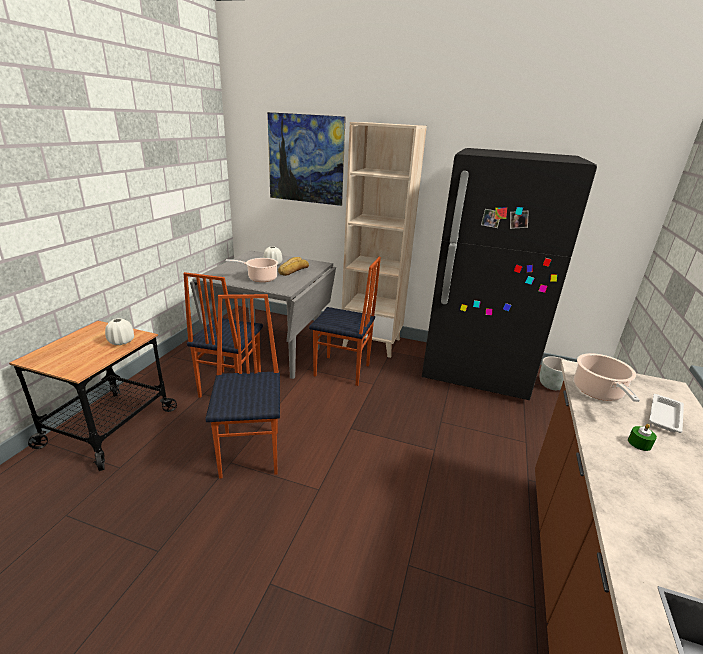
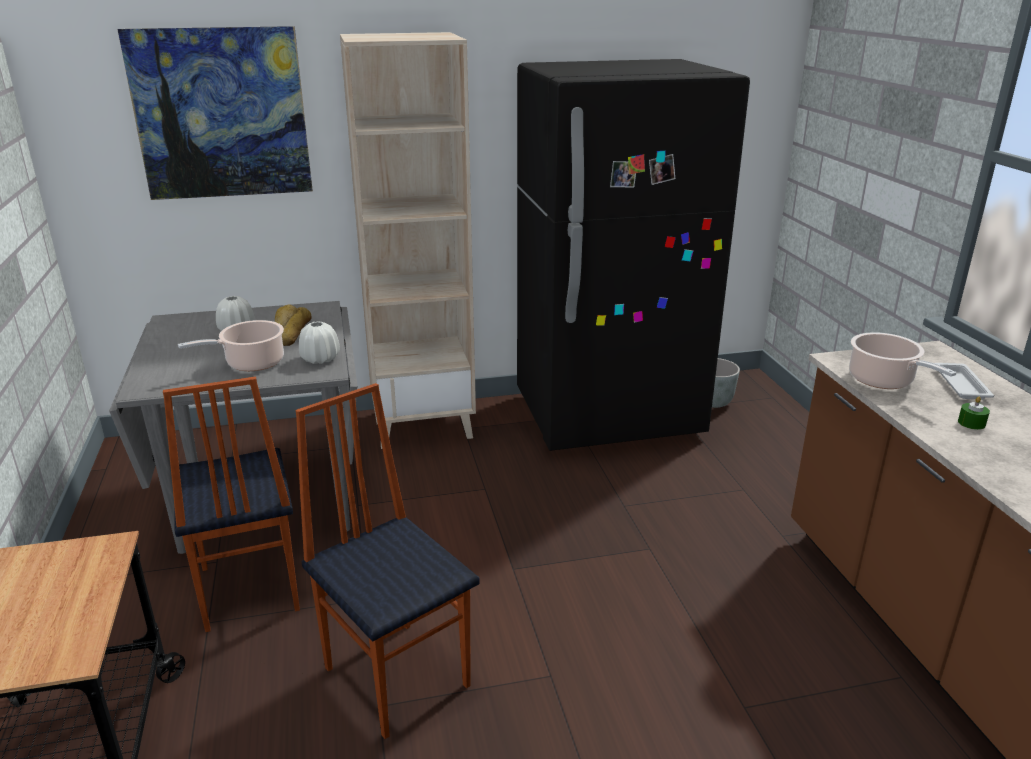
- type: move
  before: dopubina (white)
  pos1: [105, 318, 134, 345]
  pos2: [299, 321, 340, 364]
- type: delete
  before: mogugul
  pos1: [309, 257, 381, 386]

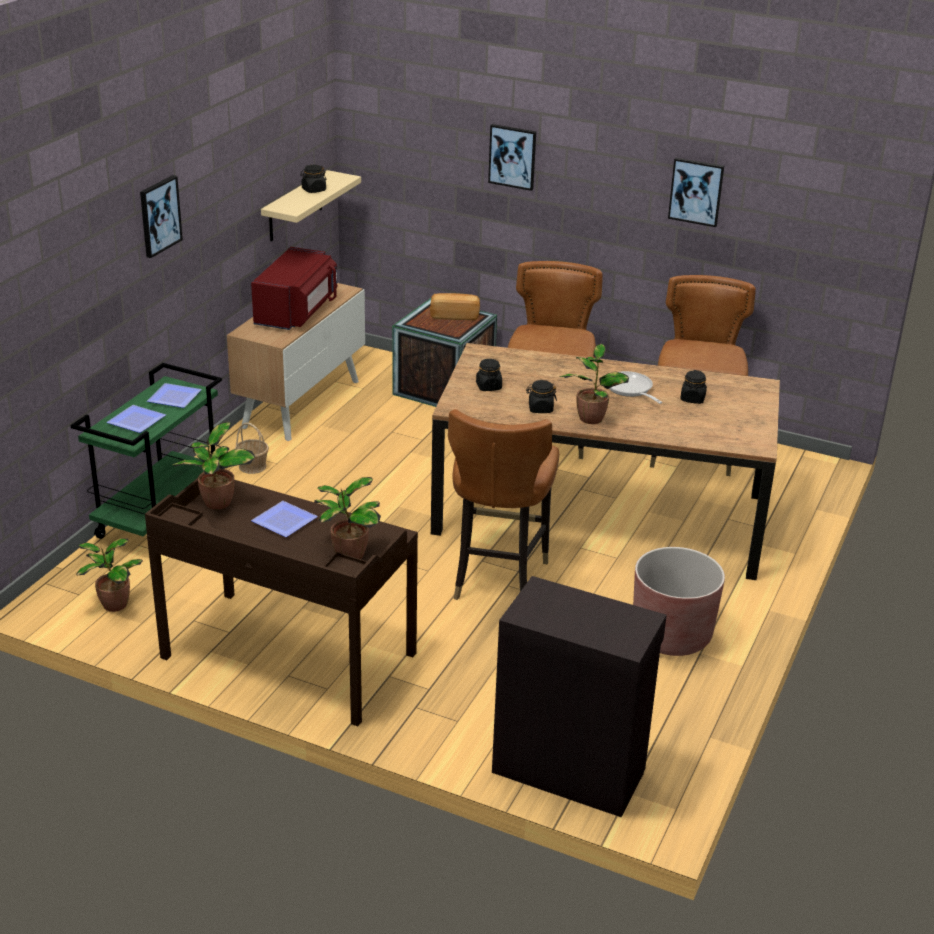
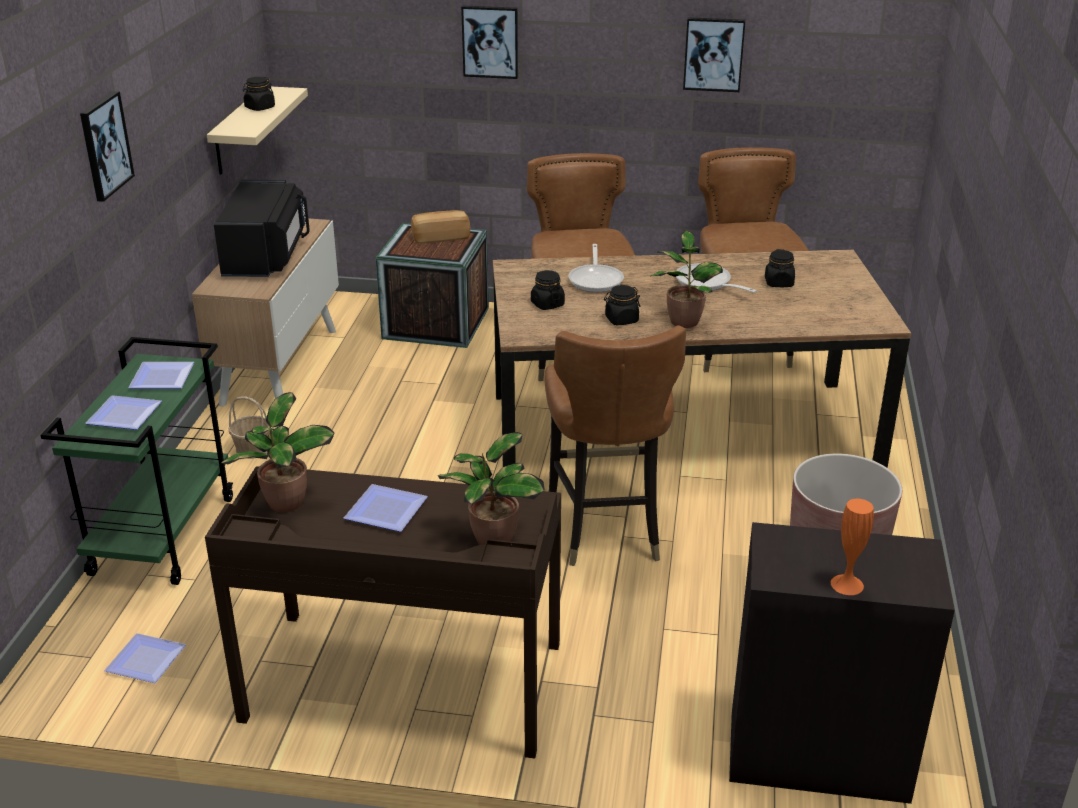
- type: replace
  before: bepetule
  after: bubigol
  pos1: [76, 538, 143, 612]
  pos2: [104, 633, 186, 683]
- type: recolor
  before: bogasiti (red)
  after: bogasiti (black)
  pos1: [251, 247, 337, 330]
  pos2: [214, 180, 310, 277]
- type: insert
  after: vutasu
  pos2: [568, 244, 624, 292]
- type: insert
  after: dopubina (orange)
  pos2: [831, 499, 874, 595]

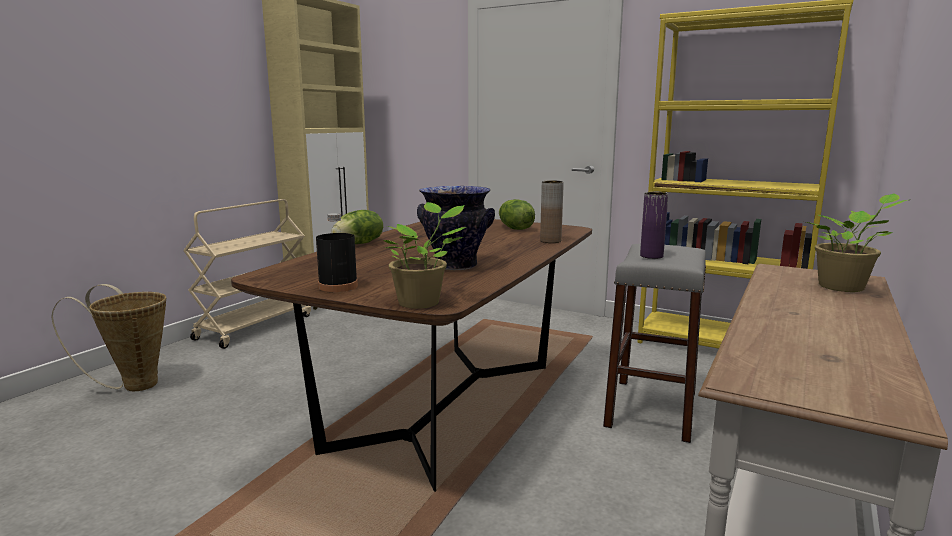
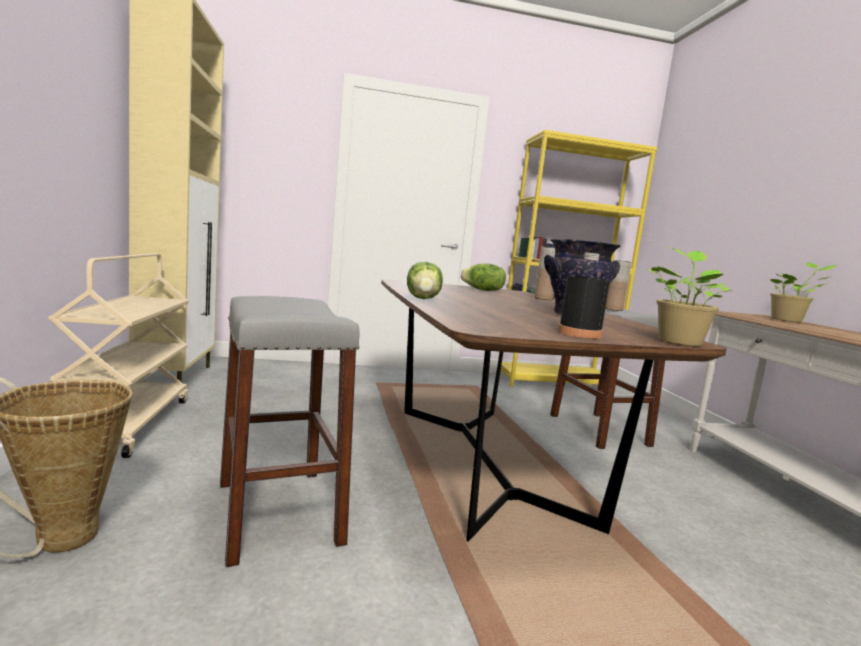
- type: recolor
  before: dopubina (purple)
  after: dopubina (brown)
  pos1: [640, 192, 668, 259]
  pos2: [605, 260, 631, 311]
- type: insert
  after: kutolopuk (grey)
  pos2: [220, 296, 359, 567]

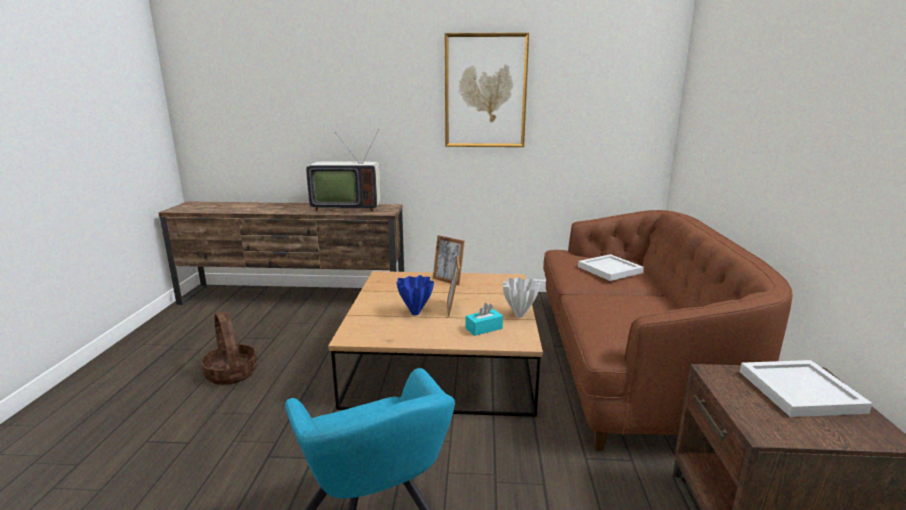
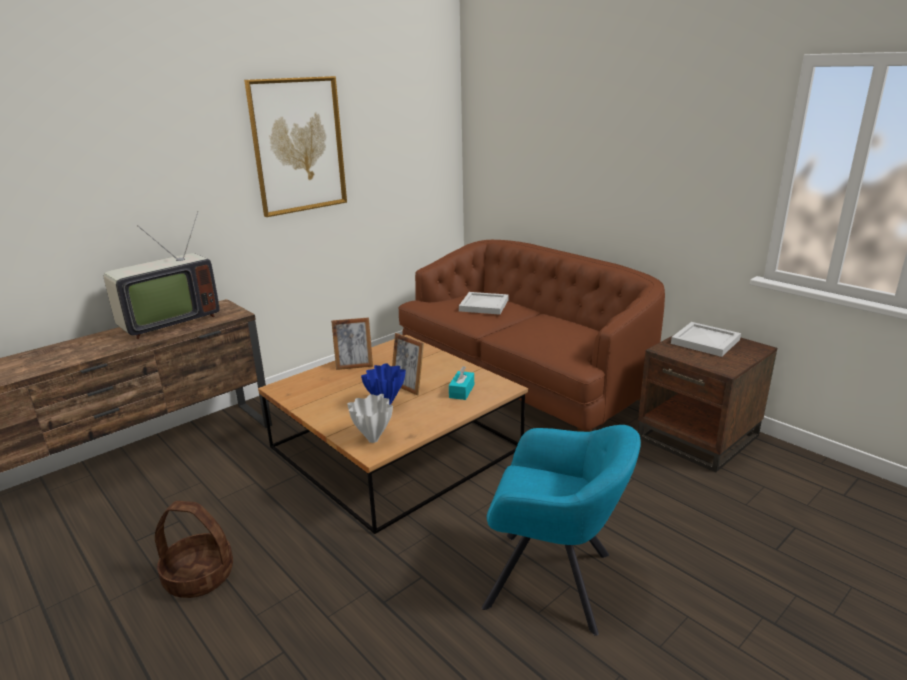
- type: move
  before: dopubina (white)
  pos1: [503, 277, 540, 318]
  pos2: [347, 394, 393, 443]

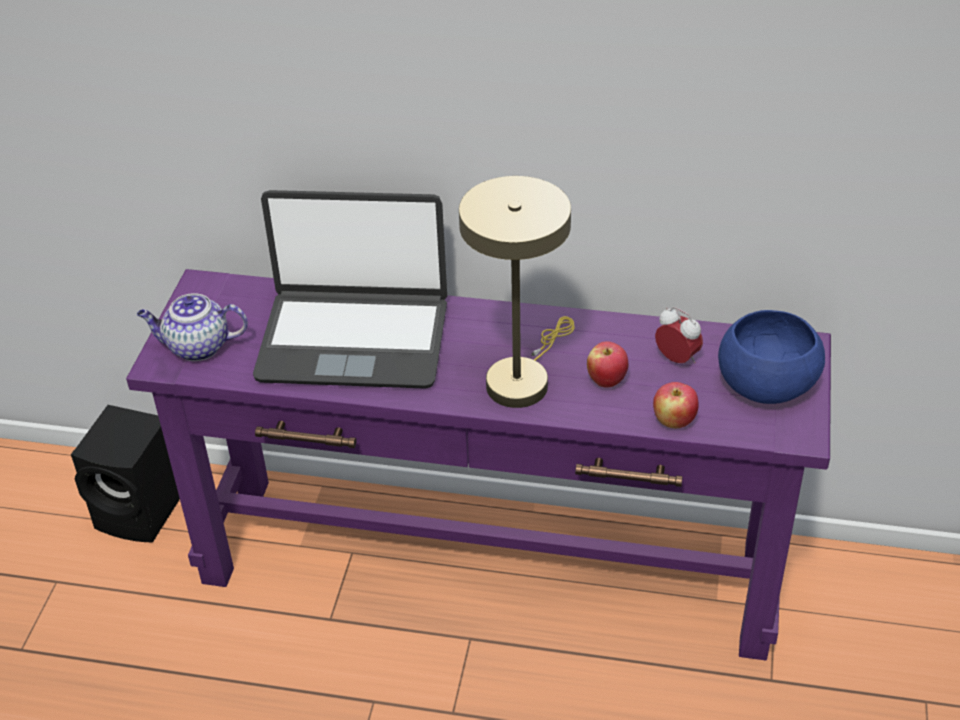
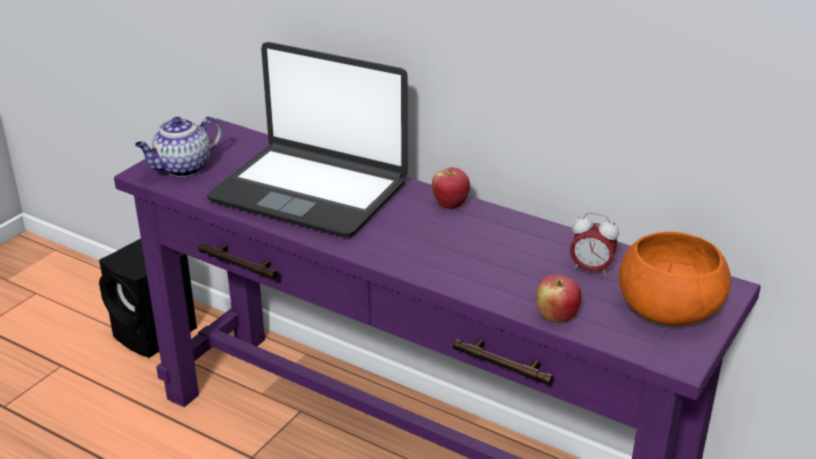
- type: rotate
  before: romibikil
  pos1: [137, 293, 248, 361]
  pos2: [135, 116, 222, 177]
  turn: -60
- type: delete
  before: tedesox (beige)
  pos1: [459, 176, 575, 408]
- type: move
  before: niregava
  pos1: [587, 342, 628, 388]
  pos2: [432, 167, 470, 209]
- type: rotate
  before: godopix
  pos1: [655, 307, 703, 363]
  pos2: [570, 212, 619, 277]
  turn: 135
- type: recolor
  before: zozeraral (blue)
  after: zozeraral (orange)
  pos1: [718, 310, 825, 404]
  pos2: [619, 232, 731, 325]

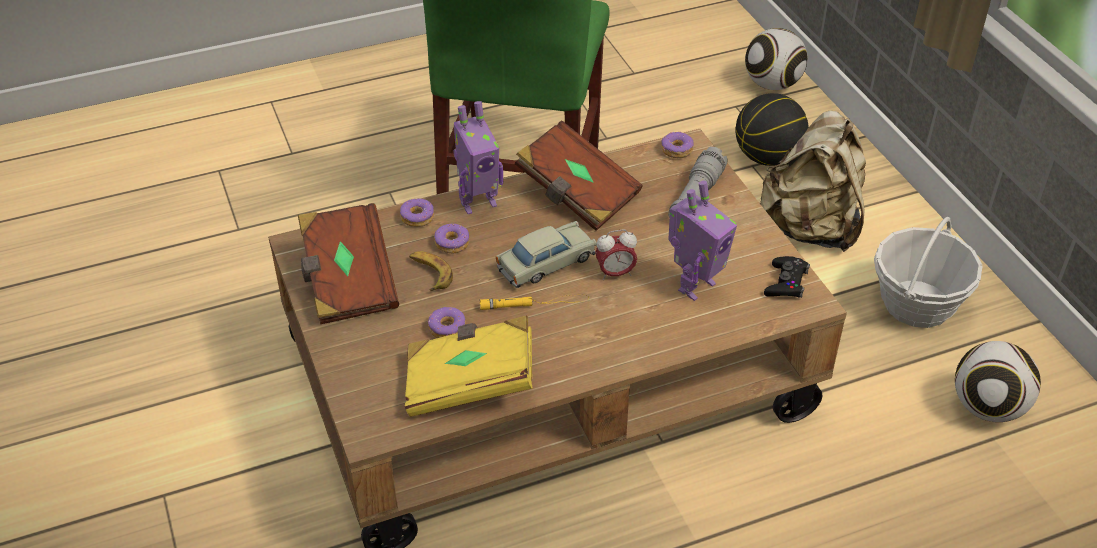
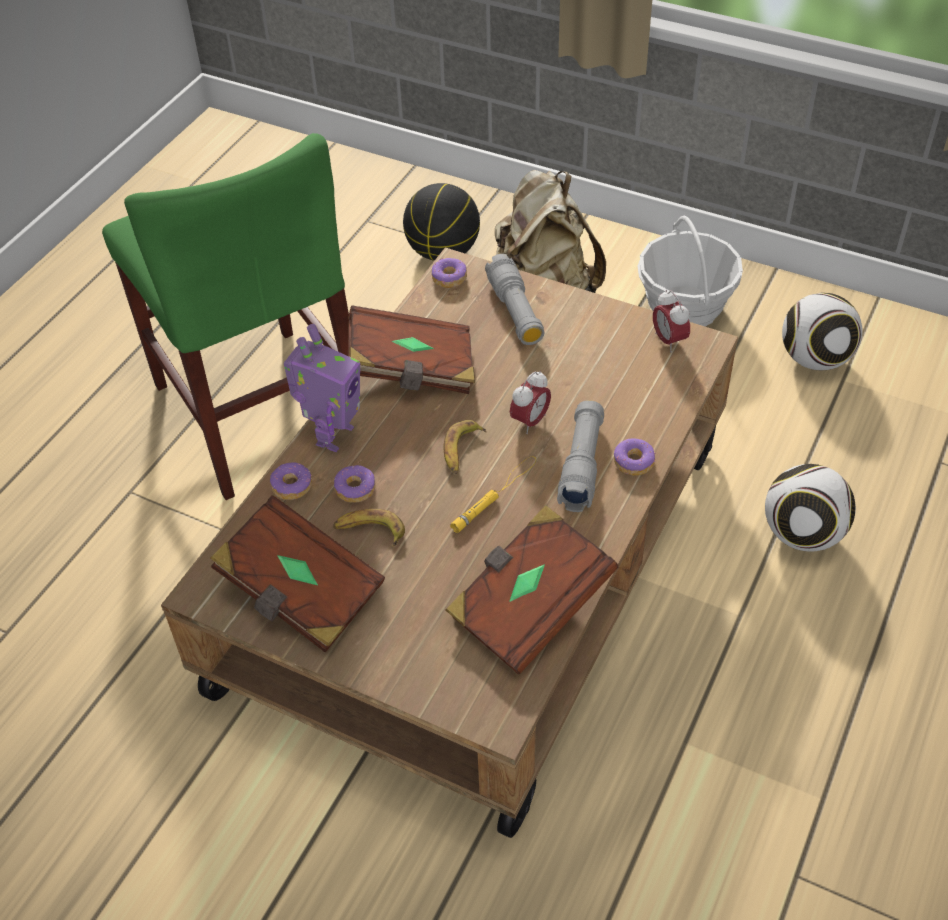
- type: recolor
  before: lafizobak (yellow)
  after: lafizobak (brown)
  pos1: [405, 316, 532, 417]
  pos2: [445, 505, 618, 675]
- type: move
  before: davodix
  pos1: [428, 307, 466, 338]
  pos2: [614, 438, 656, 476]
- type: replace
  before: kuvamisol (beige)
  after: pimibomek
  pos1: [496, 221, 597, 288]
  pos2: [443, 420, 487, 474]
- type: delete
  before: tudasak
  pos1: [668, 181, 737, 301]
- type: move
  before: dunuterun
  pos1: [745, 28, 807, 90]
  pos2: [765, 464, 856, 551]
- type: replace
  before: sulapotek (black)
  after: godopix
  pos1: [764, 256, 810, 298]
  pos2: [653, 290, 690, 352]
- type: insert
  after: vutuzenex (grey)
  pos2: [557, 400, 604, 512]

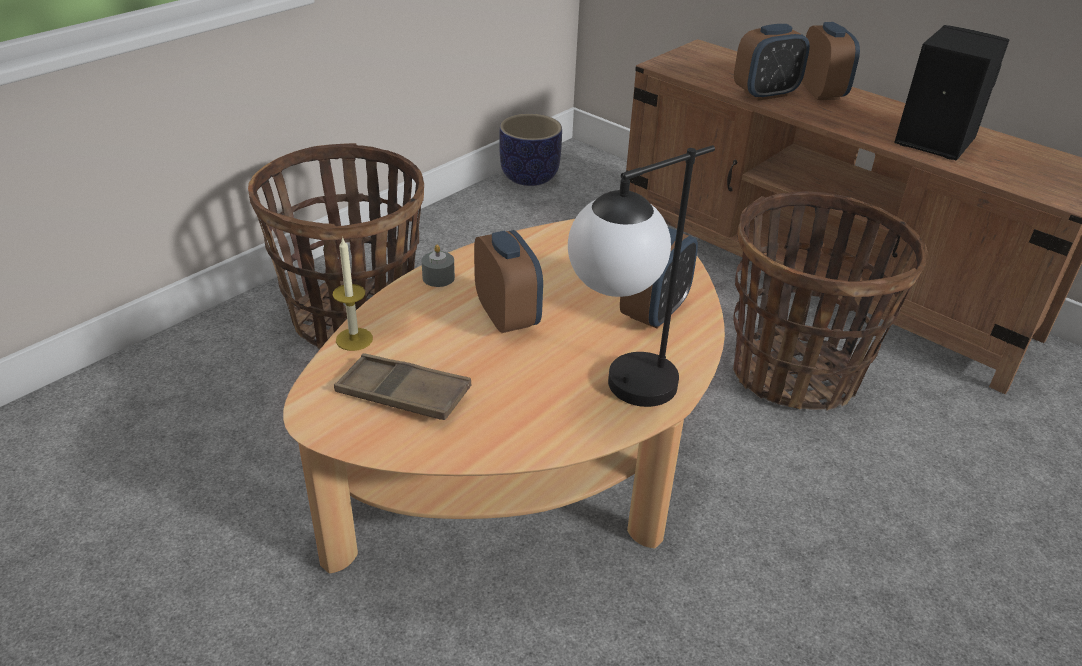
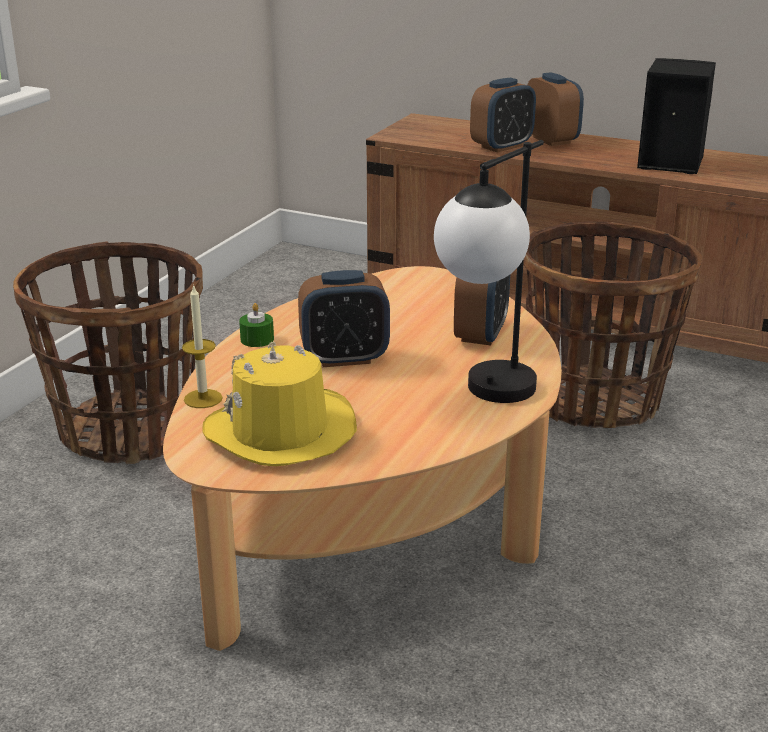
- type: replace
  before: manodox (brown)
  after: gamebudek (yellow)
  pos1: [334, 353, 472, 420]
  pos2: [203, 342, 357, 466]
- type: recolor
  before: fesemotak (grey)
  after: fesemotak (green)
  pos1: [422, 245, 455, 287]
  pos2: [239, 303, 274, 347]
- type: rotate
  before: godopix
  pos1: [474, 230, 543, 333]
  pos2: [298, 270, 390, 367]
  turn: 120
- type: delete
  before: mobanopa
  pos1: [499, 114, 562, 186]

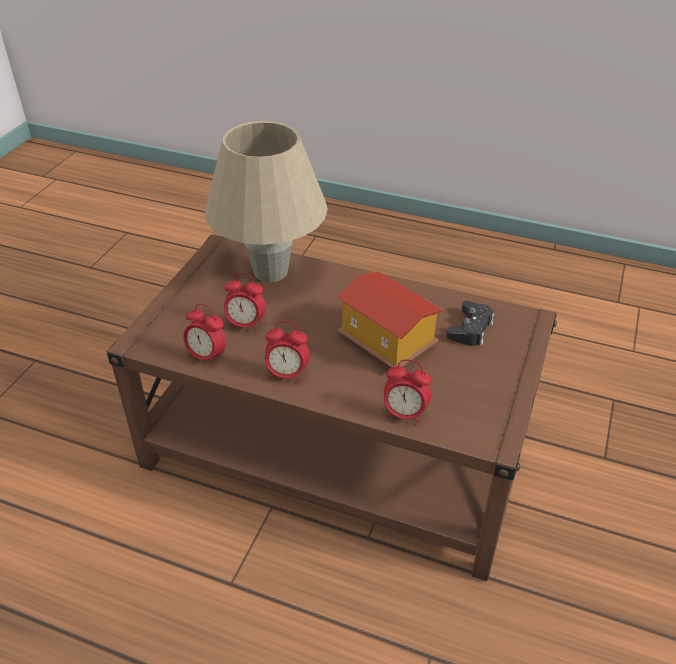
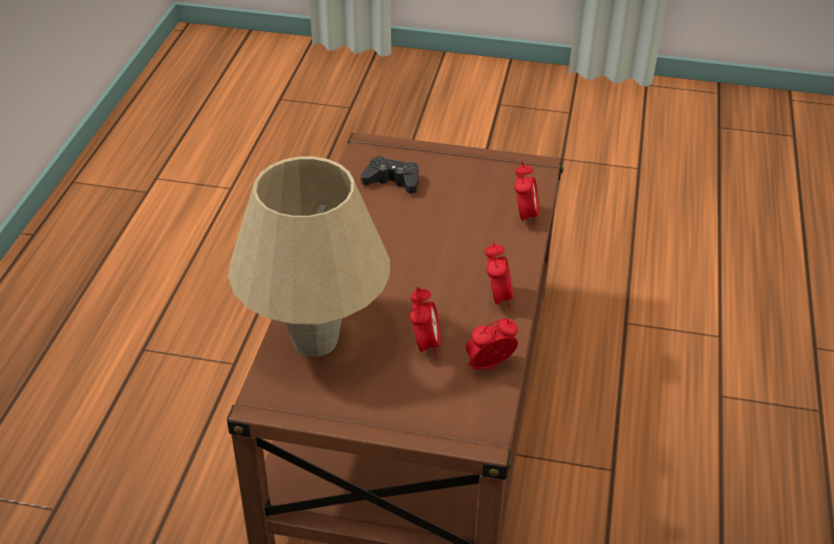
- type: rotate
  before: godopix
  pos1: [183, 304, 226, 367]
  pos2: [466, 318, 518, 371]
  turn: -135
- type: delete
  before: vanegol
  pos1: [337, 271, 442, 368]

